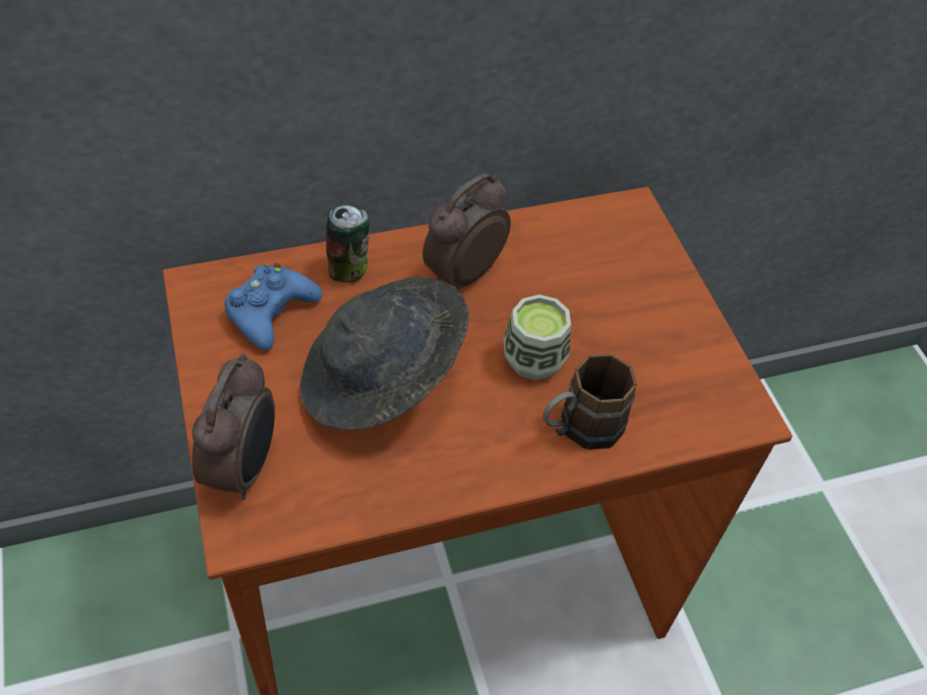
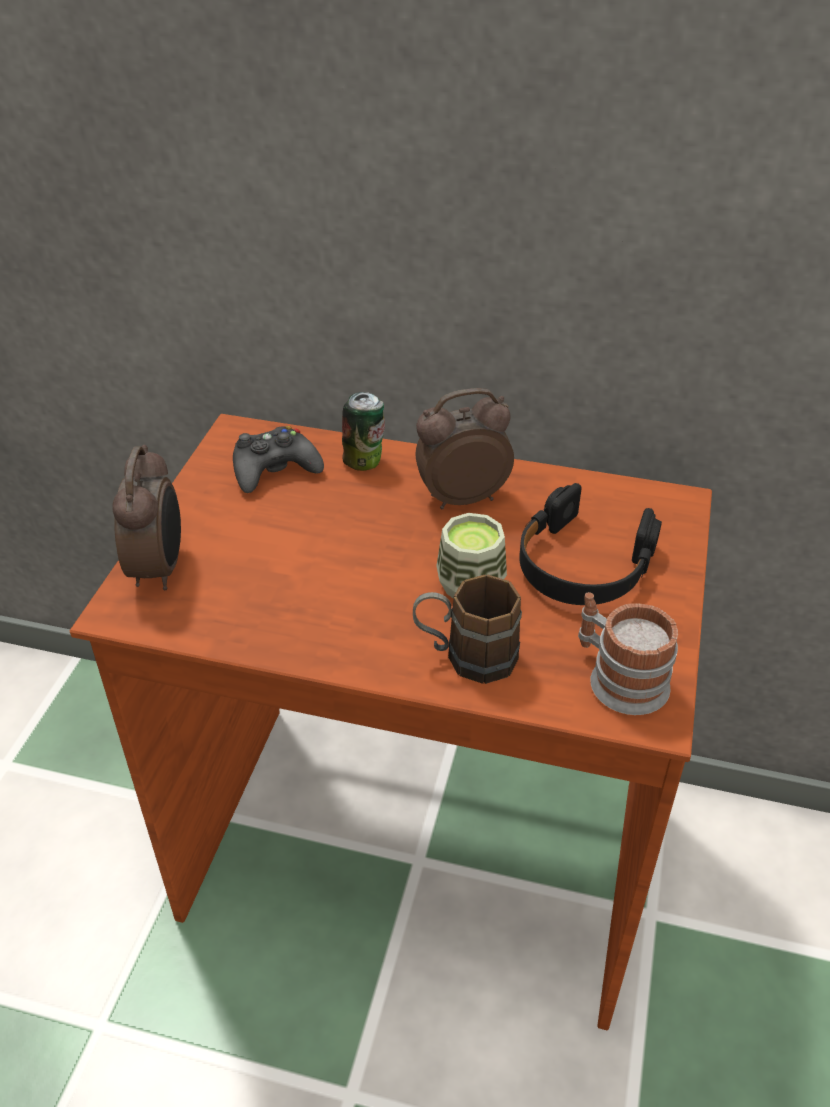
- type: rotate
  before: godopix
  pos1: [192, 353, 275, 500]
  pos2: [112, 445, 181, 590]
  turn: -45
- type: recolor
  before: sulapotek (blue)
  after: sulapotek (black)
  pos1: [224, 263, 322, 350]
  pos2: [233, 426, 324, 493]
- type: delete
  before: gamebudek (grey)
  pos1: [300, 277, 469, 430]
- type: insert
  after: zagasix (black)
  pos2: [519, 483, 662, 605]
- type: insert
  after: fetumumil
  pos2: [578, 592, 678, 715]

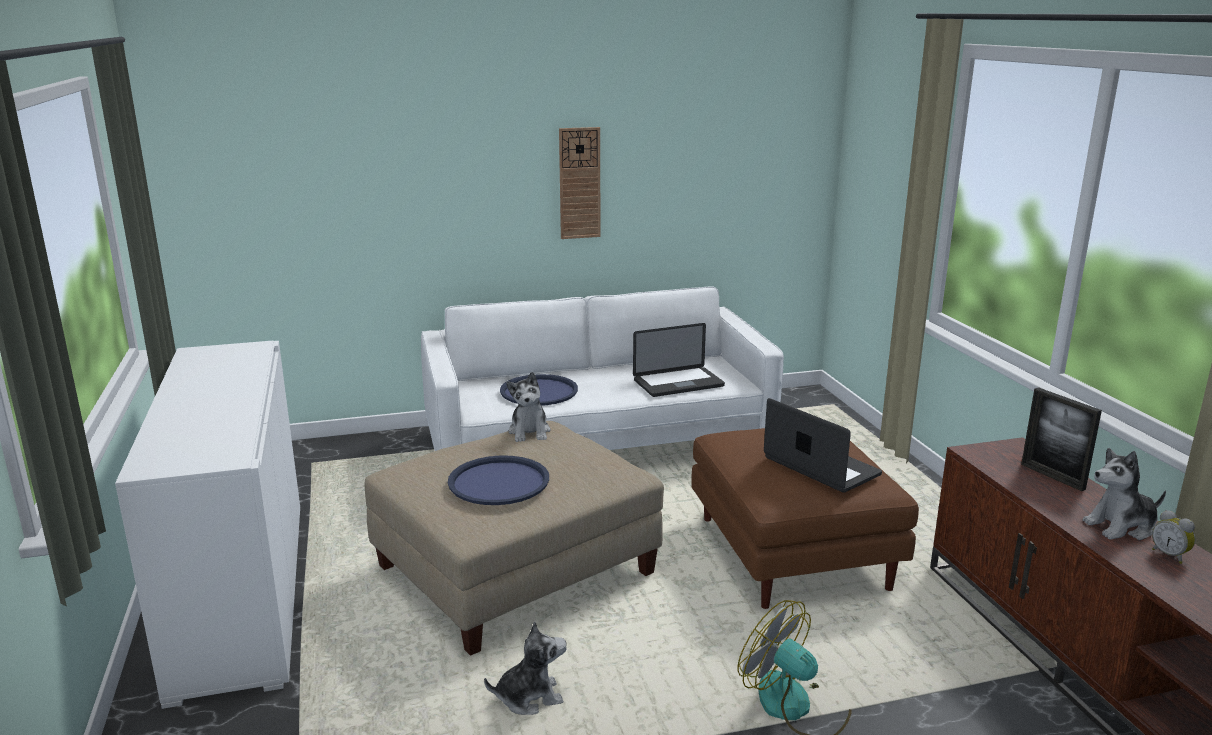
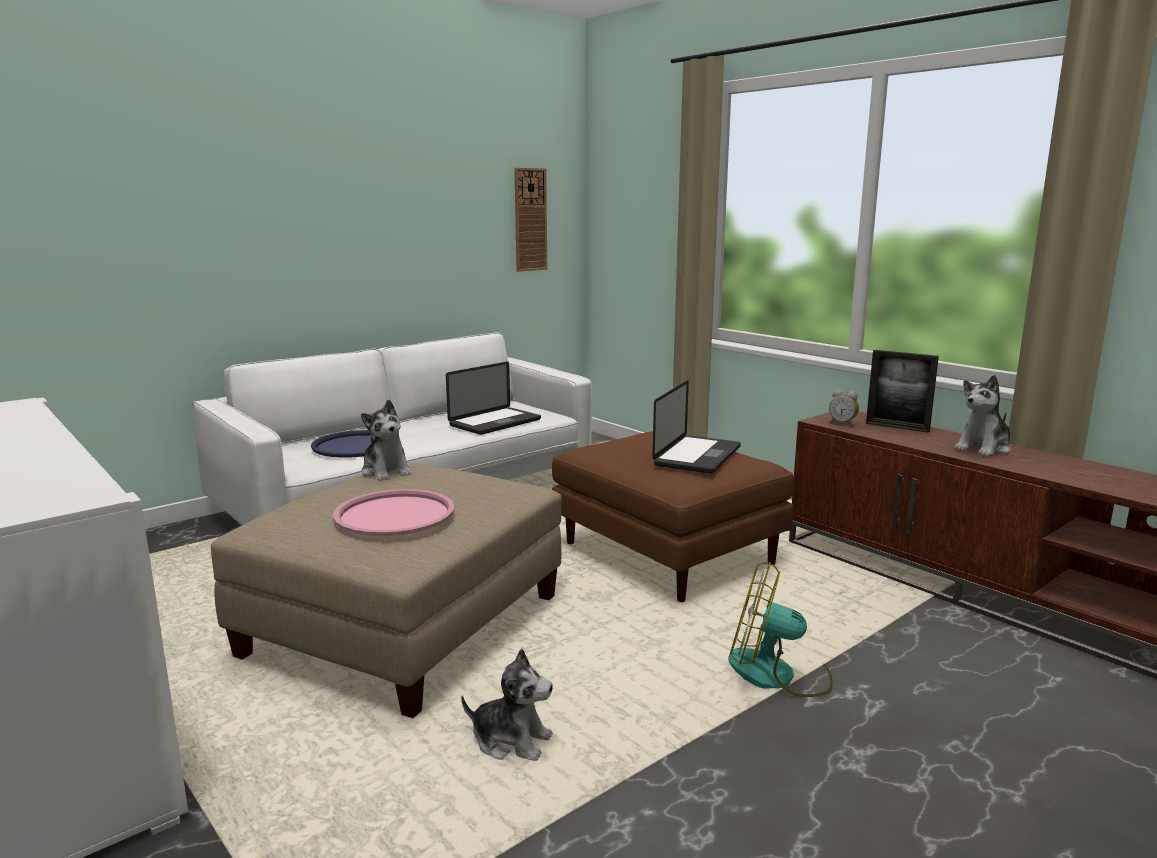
- type: recolor
  before: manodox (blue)
  after: manodox (pink)
  pos1: [448, 455, 549, 505]
  pos2: [333, 489, 455, 536]
- type: rotate
  before: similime
  pos1: [484, 621, 567, 715]
  pos2: [461, 648, 553, 761]
  turn: 60
- type: move
  before: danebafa
  pos1: [559, 127, 600, 239]
  pos2: [514, 168, 547, 272]
- type: rotate
  before: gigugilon
  pos1: [764, 398, 882, 493]
  pos2: [653, 380, 741, 474]
  turn: 90
- type: move
  before: godopix
  pos1: [1152, 510, 1195, 564]
  pos2: [829, 389, 859, 426]

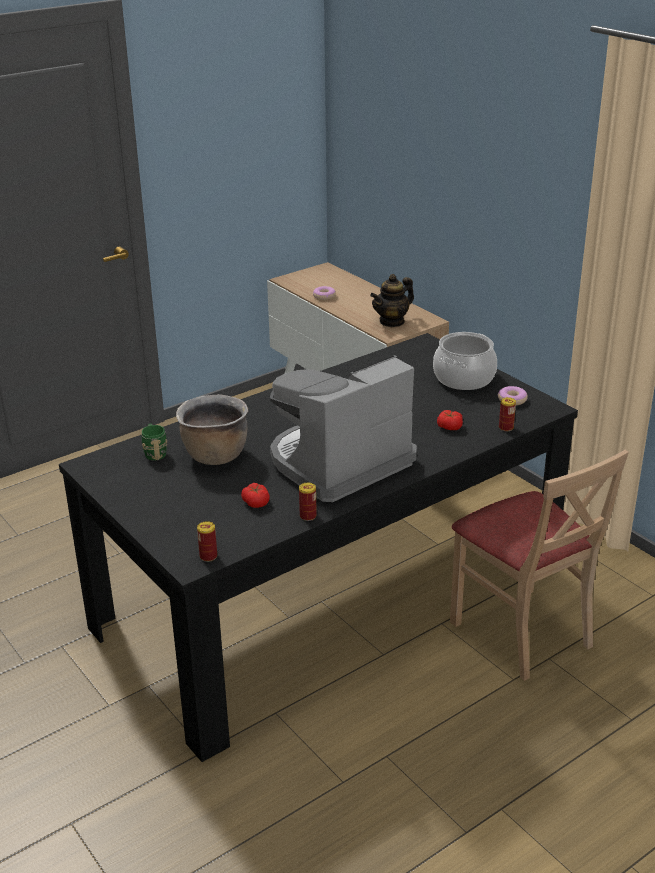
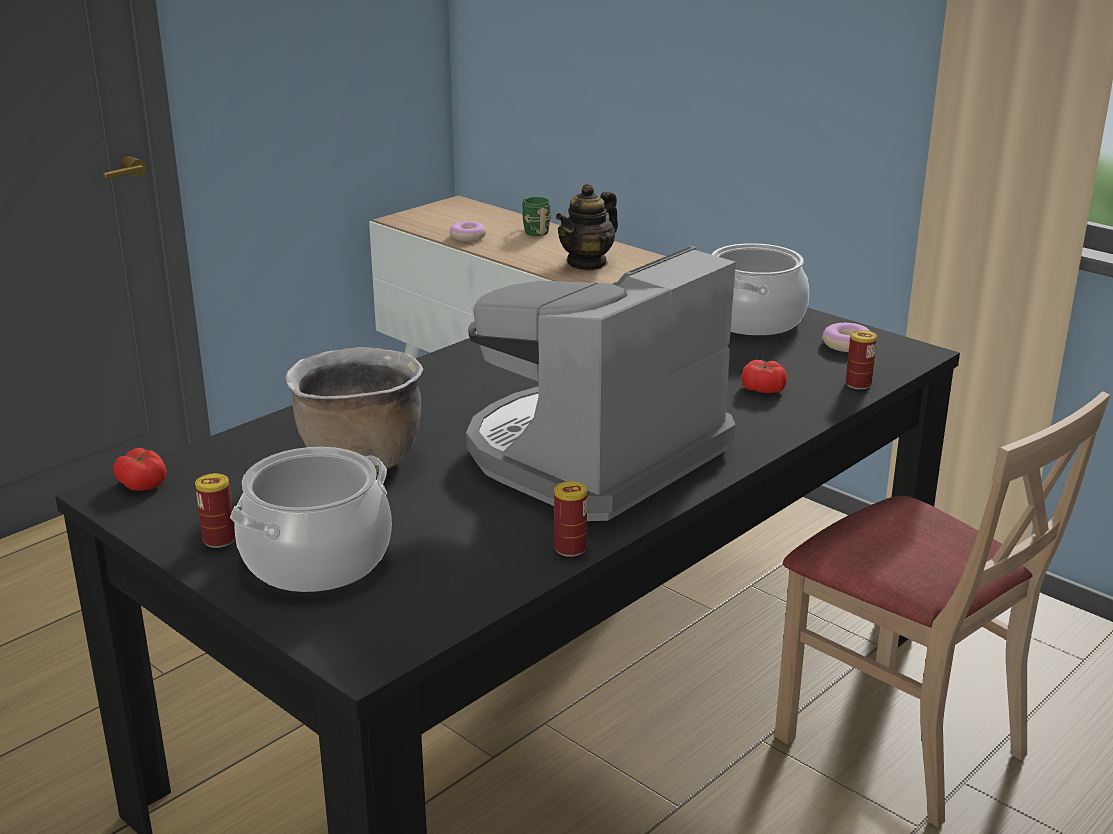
- type: move
  before: fetumumil (green)
  pos1: [142, 424, 167, 461]
  pos2: [522, 197, 551, 236]
- type: move
  before: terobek
  pos1: [197, 521, 217, 562]
  pos2: [195, 473, 235, 548]
- type: move
  before: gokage
  pos1: [241, 483, 270, 508]
  pos2: [113, 448, 166, 491]
- type: insert
  after: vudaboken
  pos2: [230, 447, 392, 592]

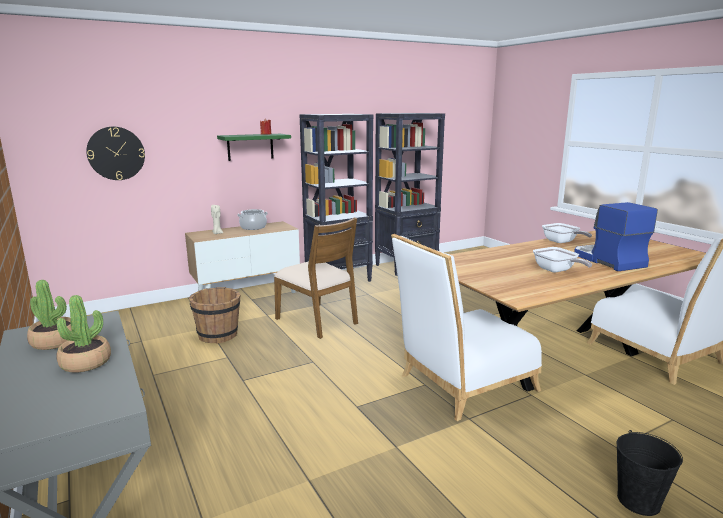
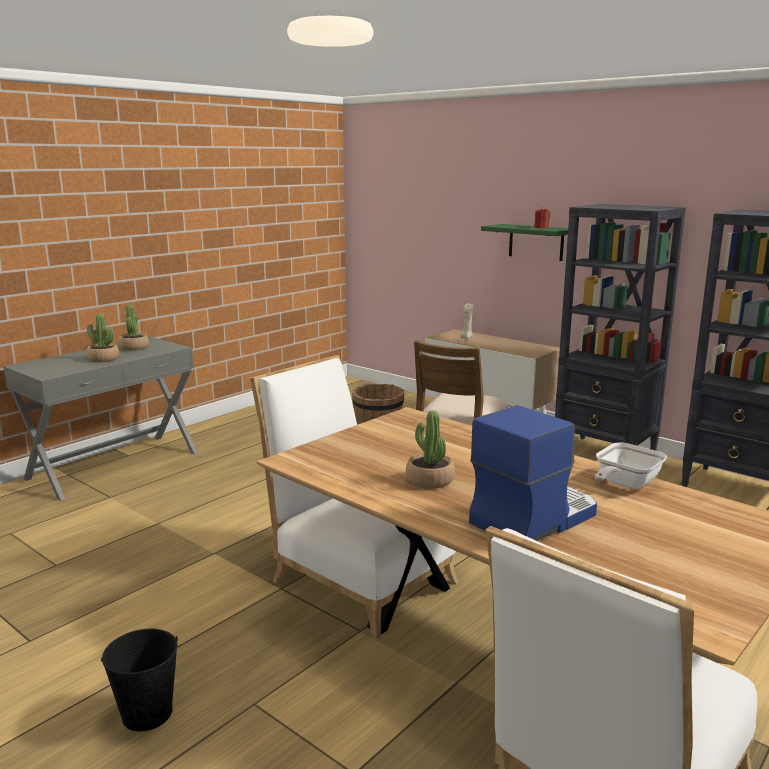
- type: delete
  before: danebafa
  pos1: [86, 127, 145, 180]
- type: delete
  before: vudaboken
  pos1: [237, 209, 268, 230]
- type: replace
  before: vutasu
  after: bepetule
  pos1: [533, 247, 592, 273]
  pos2: [406, 411, 455, 489]

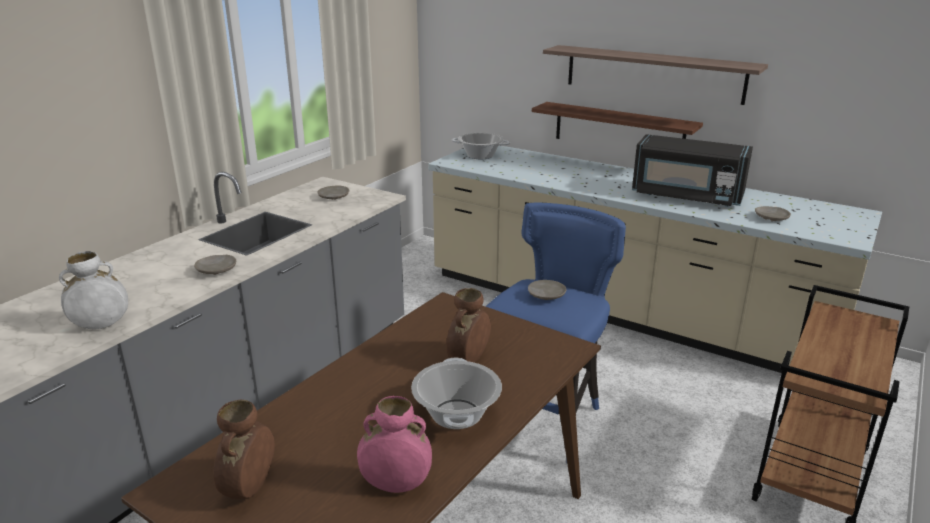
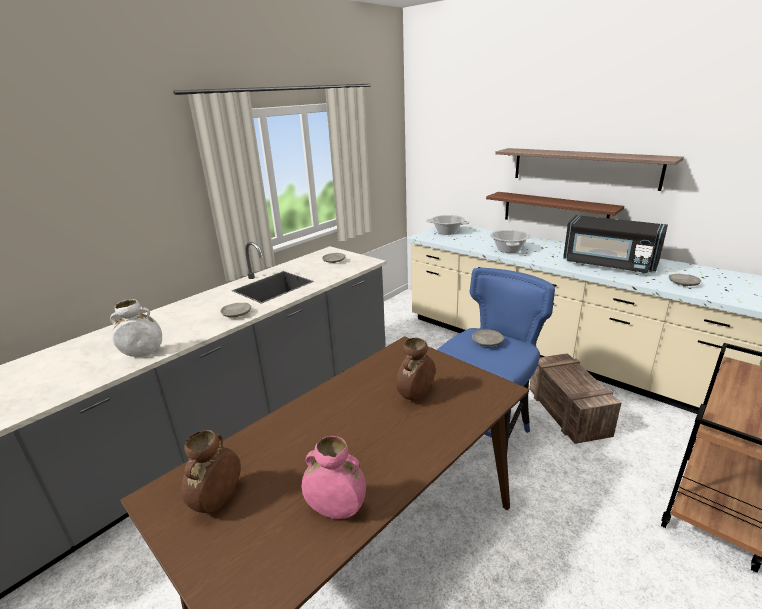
- type: move
  before: vudaboken
  pos1: [411, 357, 502, 429]
  pos2: [490, 230, 530, 253]
- type: insert
  after: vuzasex
  pos2: [529, 353, 621, 444]

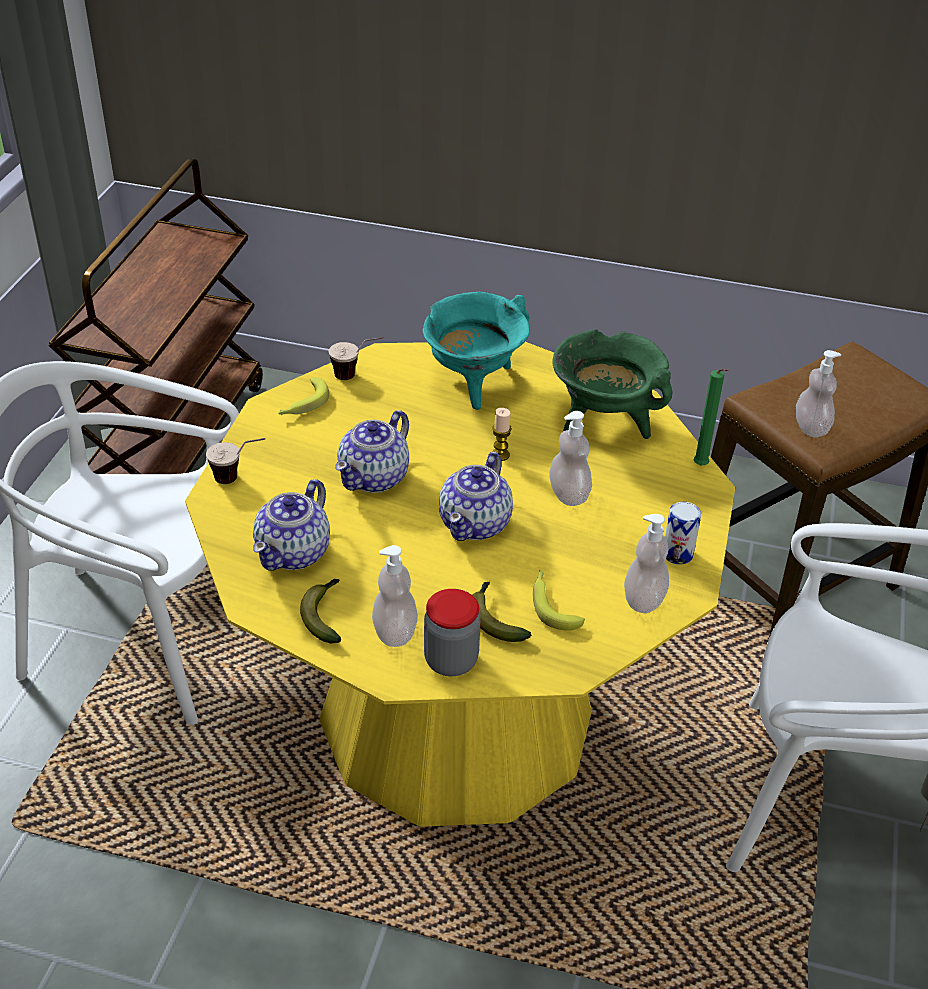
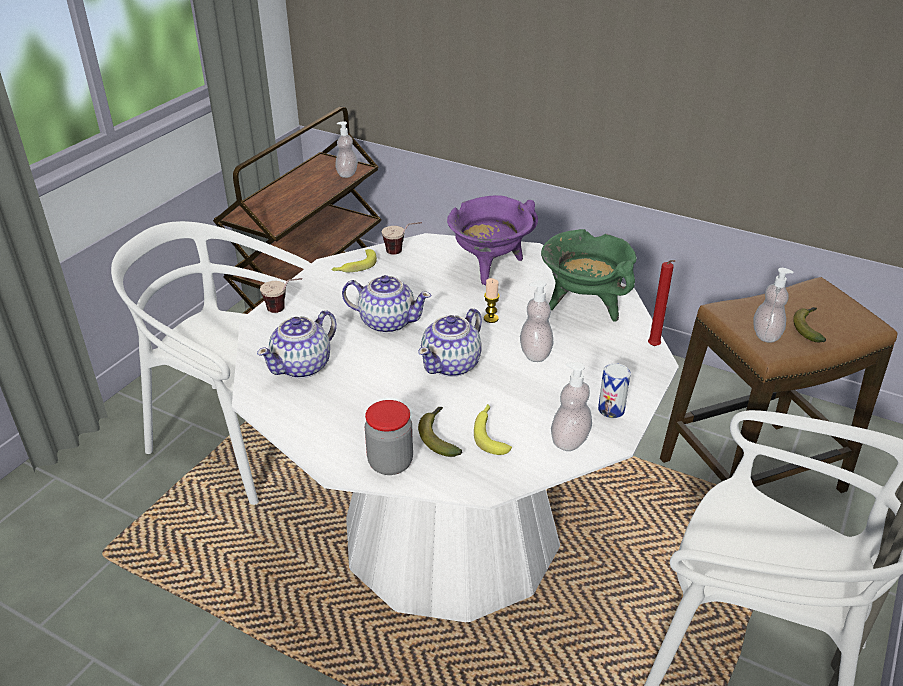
- type: recolor
  before: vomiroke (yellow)
  after: vomiroke (white)
  pos1: [185, 342, 735, 827]
  pos2: [232, 233, 679, 622]
- type: move
  before: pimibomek
  pos1: [300, 579, 341, 644]
  pos2: [793, 307, 826, 343]
- type: rotate
  before: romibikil
  pos1: [335, 410, 409, 493]
  pos2: [342, 275, 431, 333]
  turn: -120
- type: move
  before: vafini
  pos1: [372, 545, 418, 647]
  pos2: [335, 121, 358, 178]
- type: recolor
  before: vudaboken (turquoise)
  after: vudaboken (purple)
  pos1: [423, 292, 530, 410]
  pos2: [447, 195, 538, 285]
- type: recolor
  before: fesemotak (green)
  after: fesemotak (red)
  pos1: [693, 368, 729, 466]
  pos2: [648, 260, 675, 346]

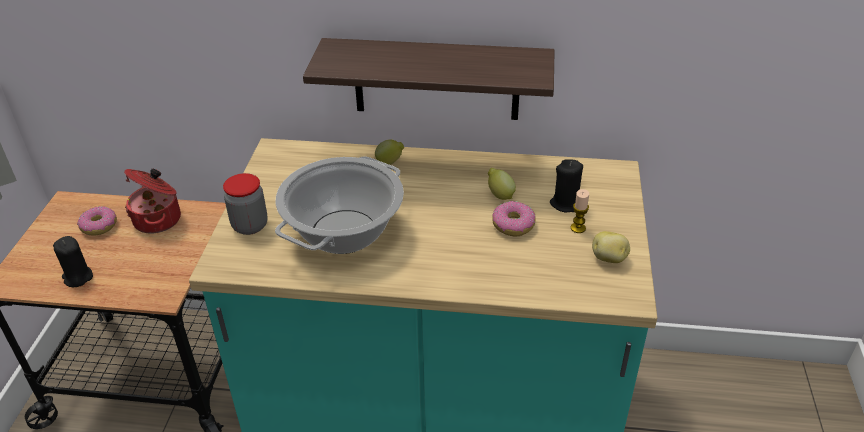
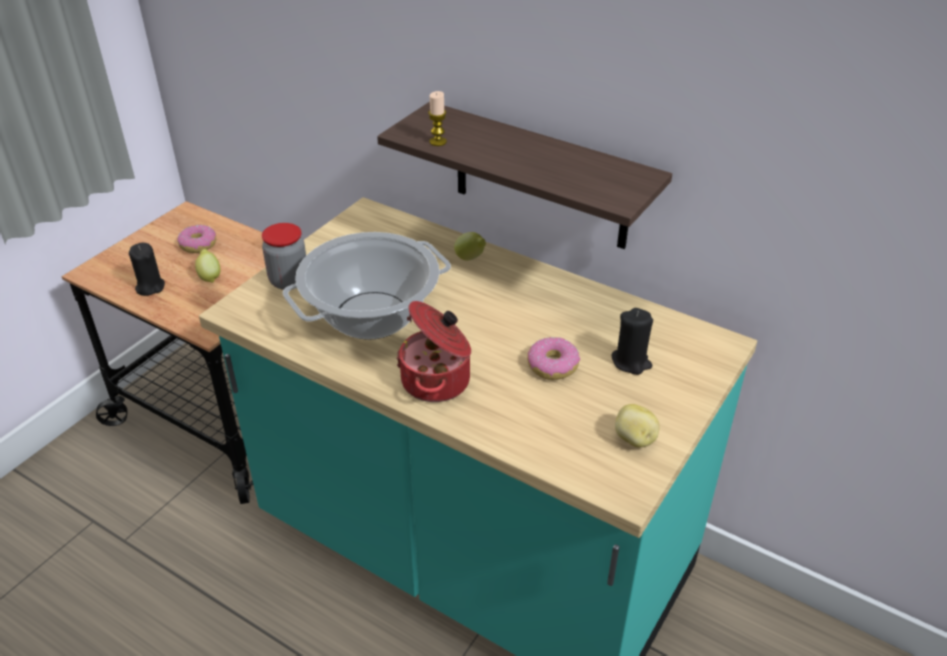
- type: move
  before: vudaboken
  pos1: [124, 169, 181, 234]
  pos2: [396, 301, 471, 402]
- type: move
  before: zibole
  pos1: [488, 168, 516, 200]
  pos2: [195, 249, 221, 283]
- type: move
  before: fesemotak
  pos1: [571, 189, 589, 233]
  pos2: [428, 91, 447, 146]

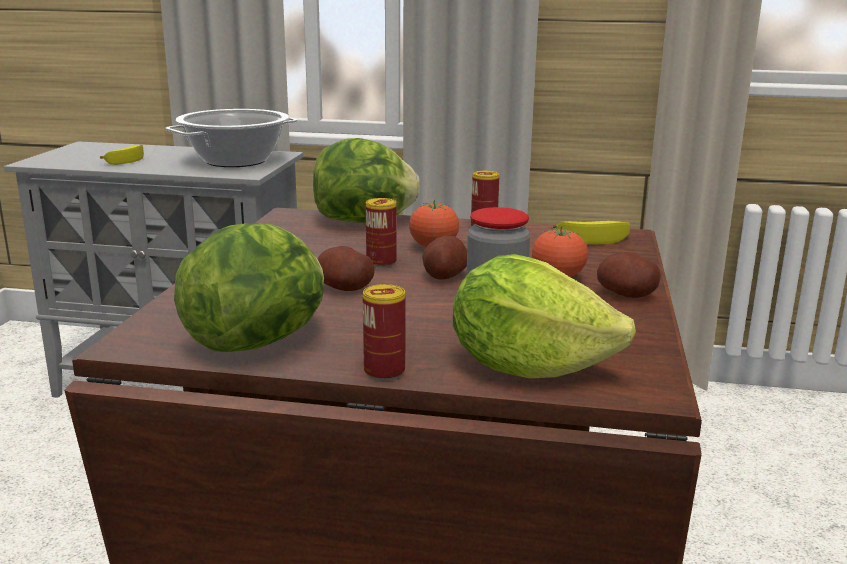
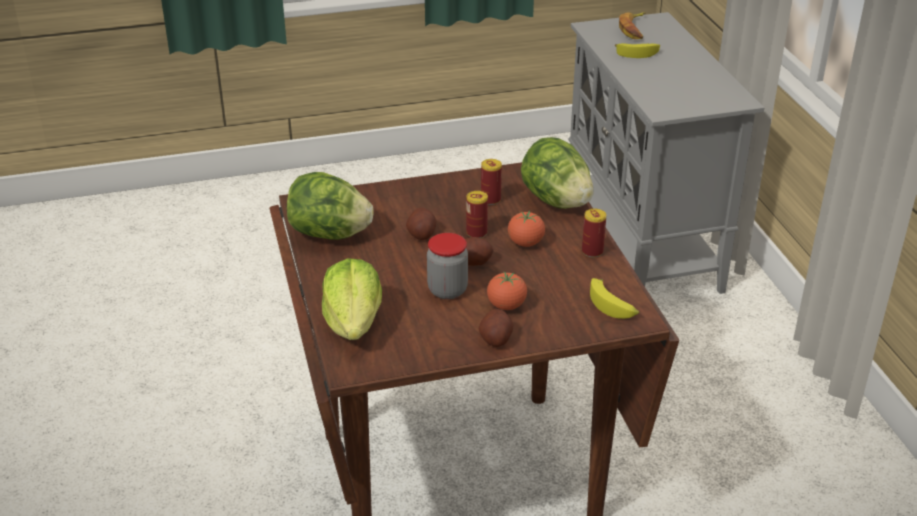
- type: delete
  before: vudaboken
  pos1: [165, 109, 298, 167]
- type: move
  before: terobek
  pos1: [363, 284, 405, 381]
  pos2: [481, 159, 502, 205]
- type: insert
  after: pimibomek
  pos2: [619, 12, 646, 39]

